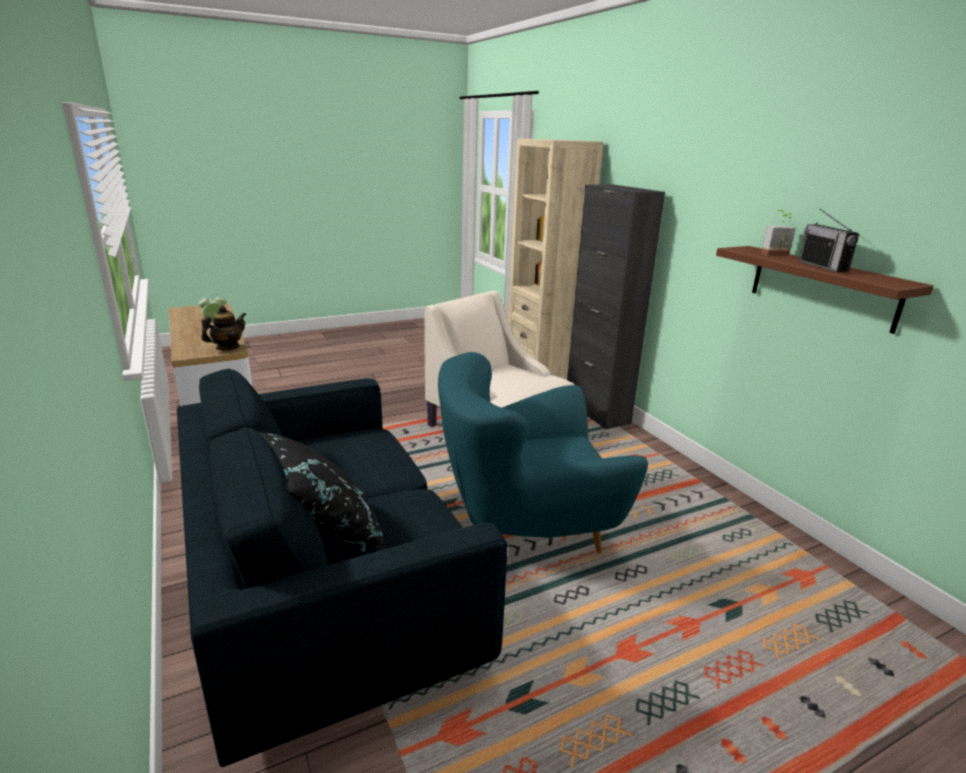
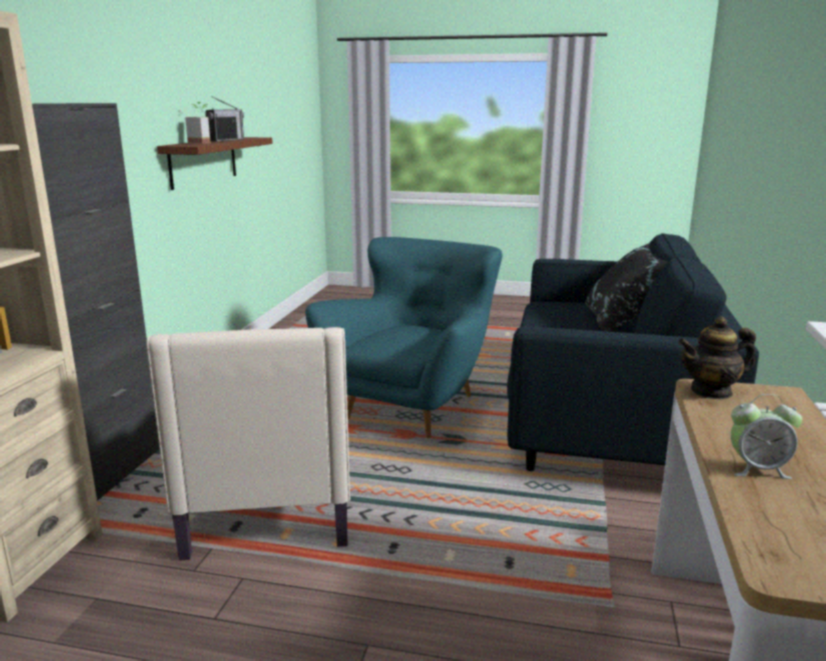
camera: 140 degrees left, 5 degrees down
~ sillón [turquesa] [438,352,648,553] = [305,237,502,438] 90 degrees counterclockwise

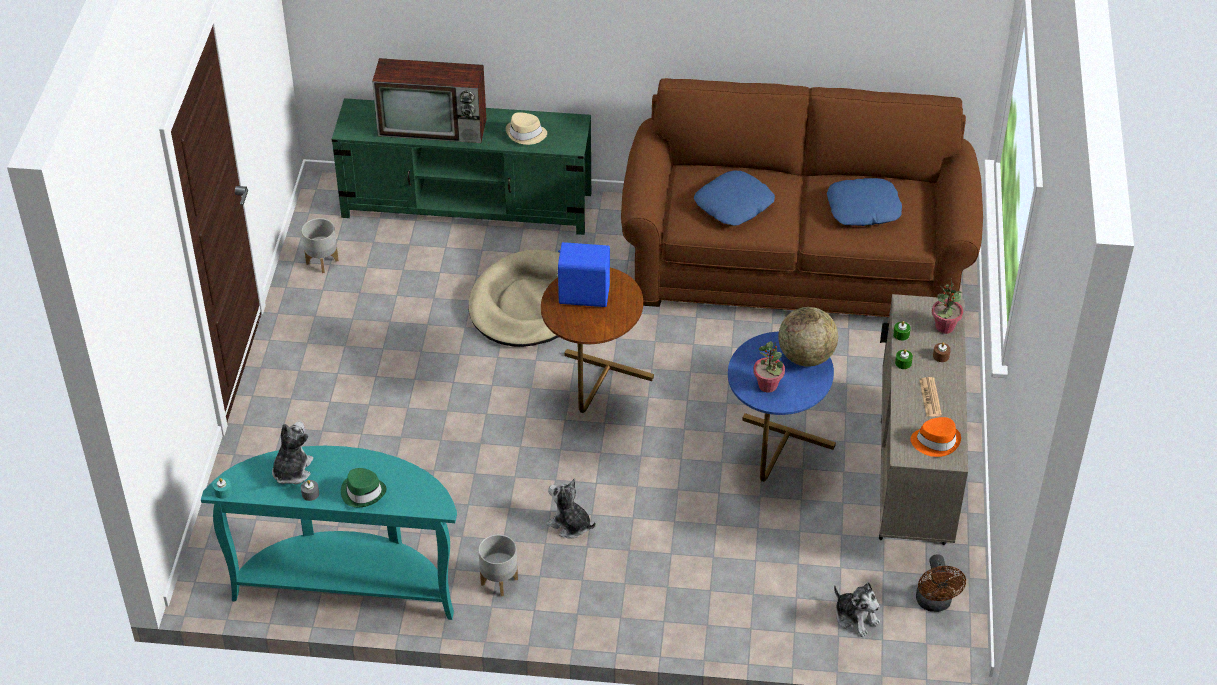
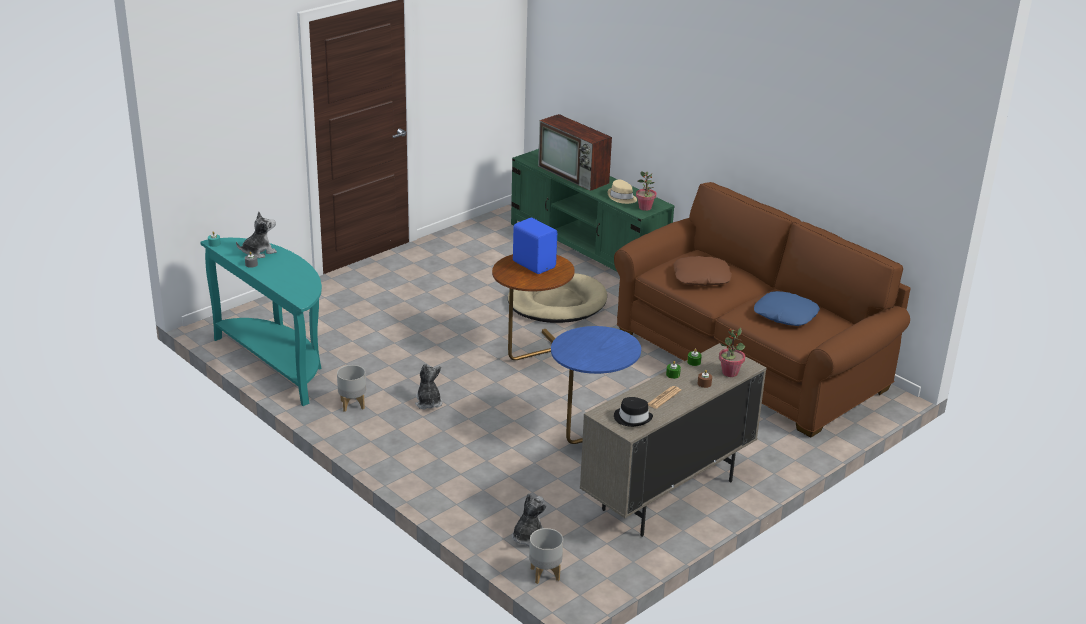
camera: 40 degrees right, 15 degrees down
~ peluche [834,582,880,637] = [512,493,546,547] 150 degrees counterclockwise
~ maceta [gris] [302,218,339,273] to [529,528,563,584]
~ sombrero [naranja] [910,417,961,457] to sombrero [negro] [614,397,653,427]
~ planta en maceta [753,341,785,393] to [636,171,656,211]
~ cojín [azul] [694,171,775,226] to cojín [marrón] [673,256,732,286]
- sombrero [verde] [341,468,386,507]
- globo terráqueo [778,307,838,367]
- ventilador [marrón] [916,554,966,612]

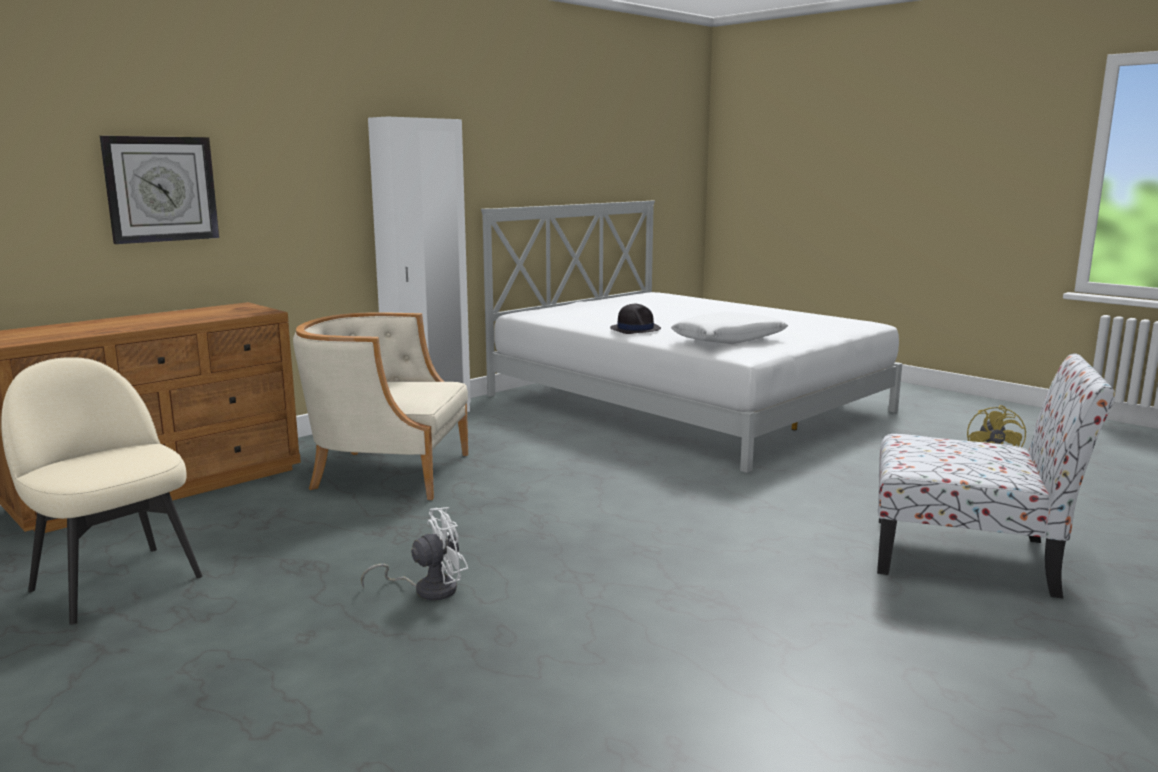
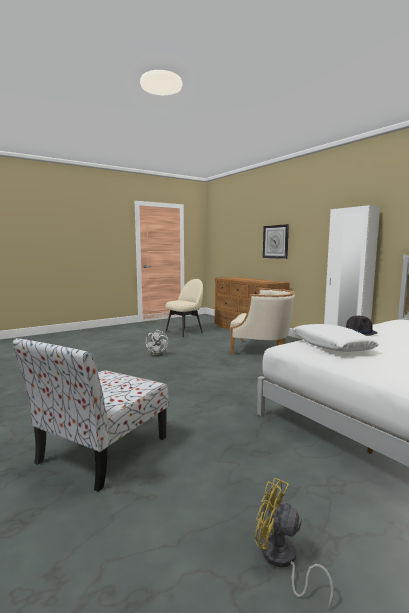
camera: 100 degrees right, 5 degrees down
~ sillón [beis] [293,312,468,500] = [230,288,295,355] 90 degrees clockwise

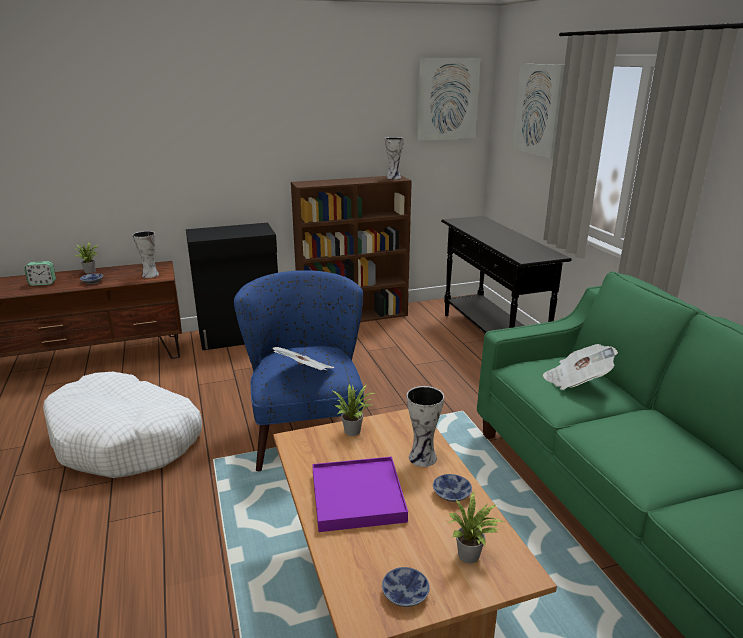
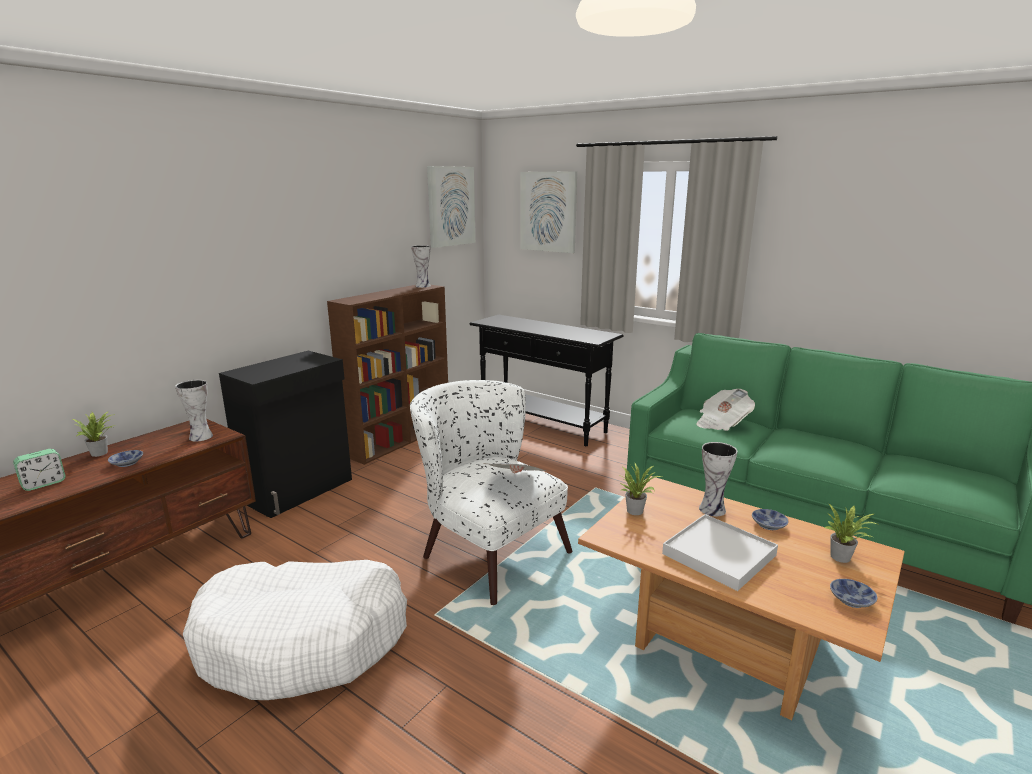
camera: 35 degrees left, 5 degrees down
~ sillón [azul] [234,270,364,471] to sillón [blanco] [410,380,573,605]
~ bandeja [morado] [312,457,408,532] to bandeja [blanco] [662,514,778,591]

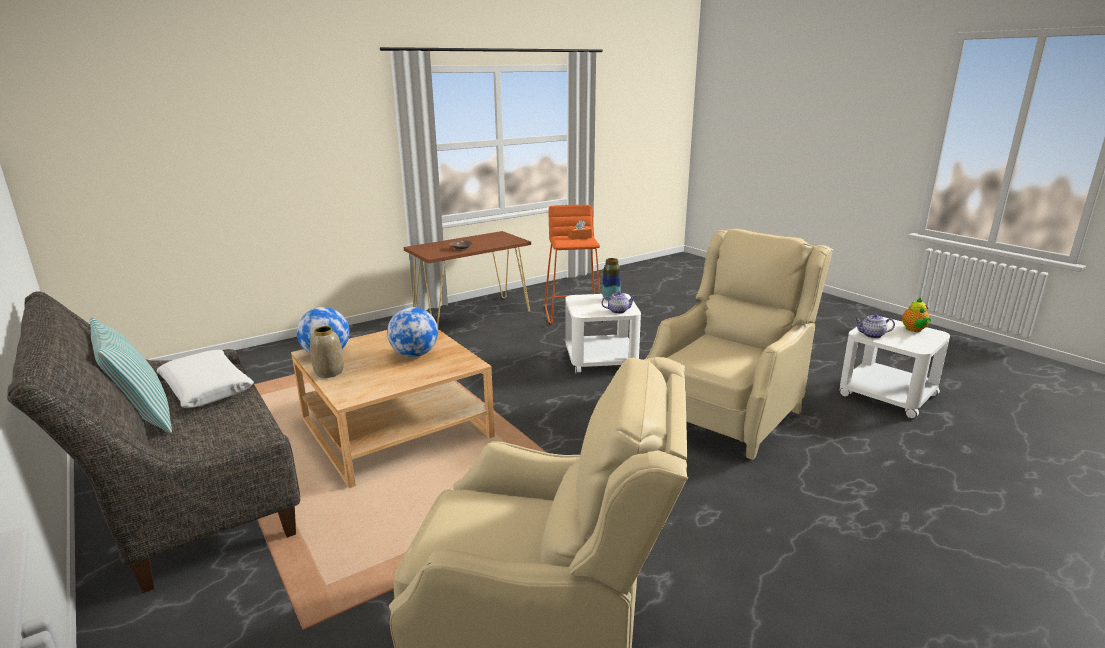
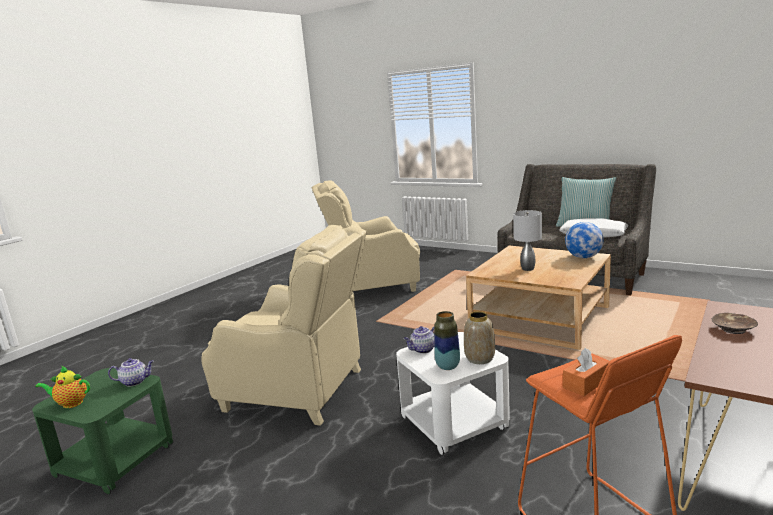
camera: 160 degrees right, 5 degrees down
~ mesa auxiliar [blanco] [840,317,950,419] to mesa auxiliar [verde] [32,368,173,494]
~ tetera [902,297,931,332] = [35,366,90,408] 75 degrees counterclockwise
~ sillón [beis] [646,228,834,460] = [201,225,367,426] 90 degrees counterclockwise
~ florero [310,326,344,378] to [464,311,495,364]
~ globo terráqueo [387,307,438,357] to lámpara de mesa [gris] [513,210,542,271]

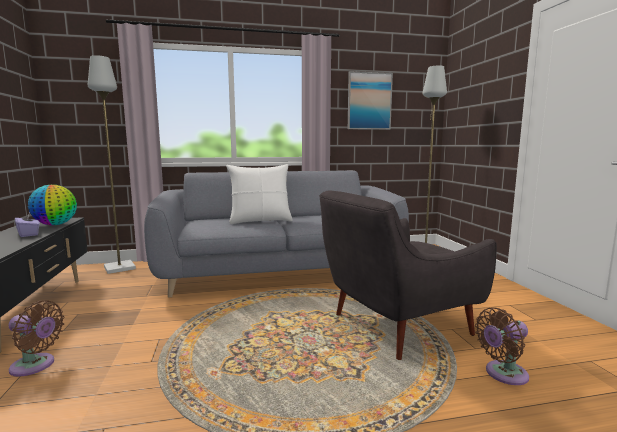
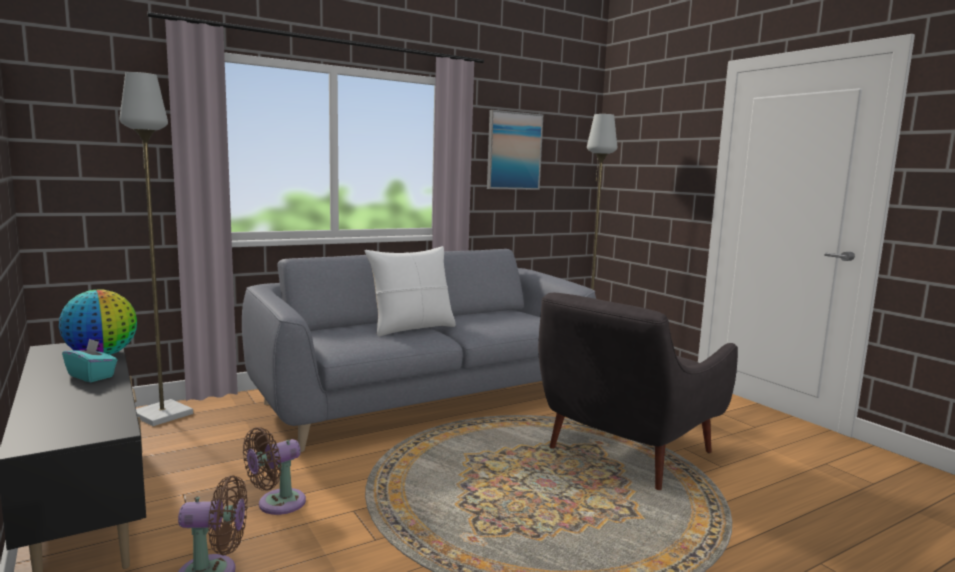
camera: 20 degrees left, 0 degrees up
~ caja de pañuelos [morado] [15,212,40,237] to caja de pañuelos [turquesa] [62,338,118,382]
~ ventilador [marrón] [475,307,529,385] to [243,427,306,515]

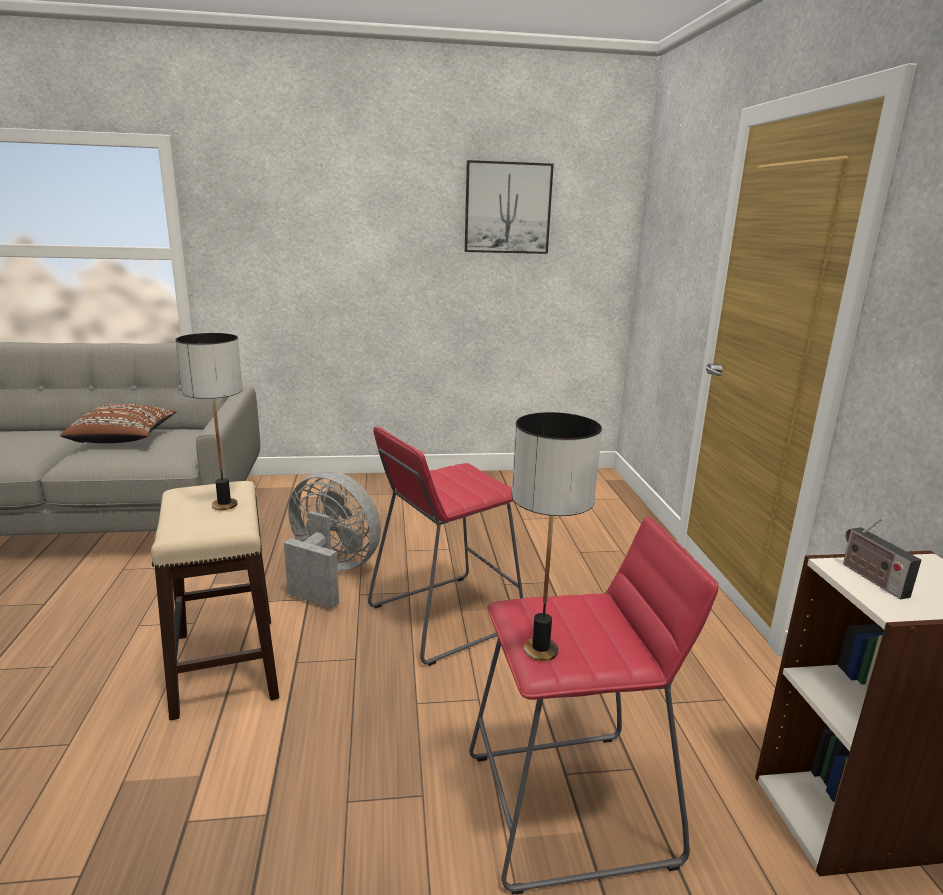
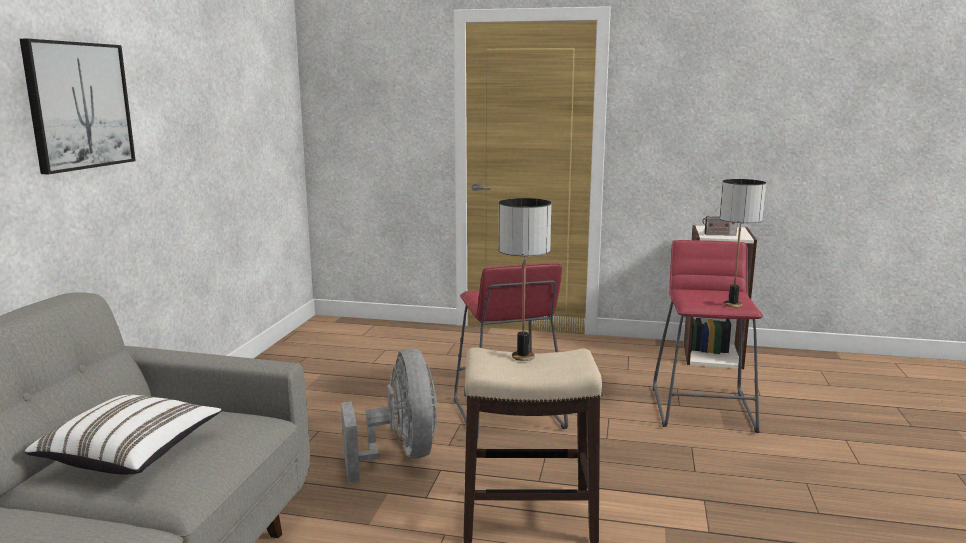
camera: 70 degrees left, 5 degrees down
~ cuadro [465,160,554,254] to [20,39,136,174]
~ cojín [marrón] [60,404,176,443] to cojín [blanco] [25,395,221,474]
~ ventilador [gris] [284,471,381,609] = [341,349,437,483] 120 degrees clockwise

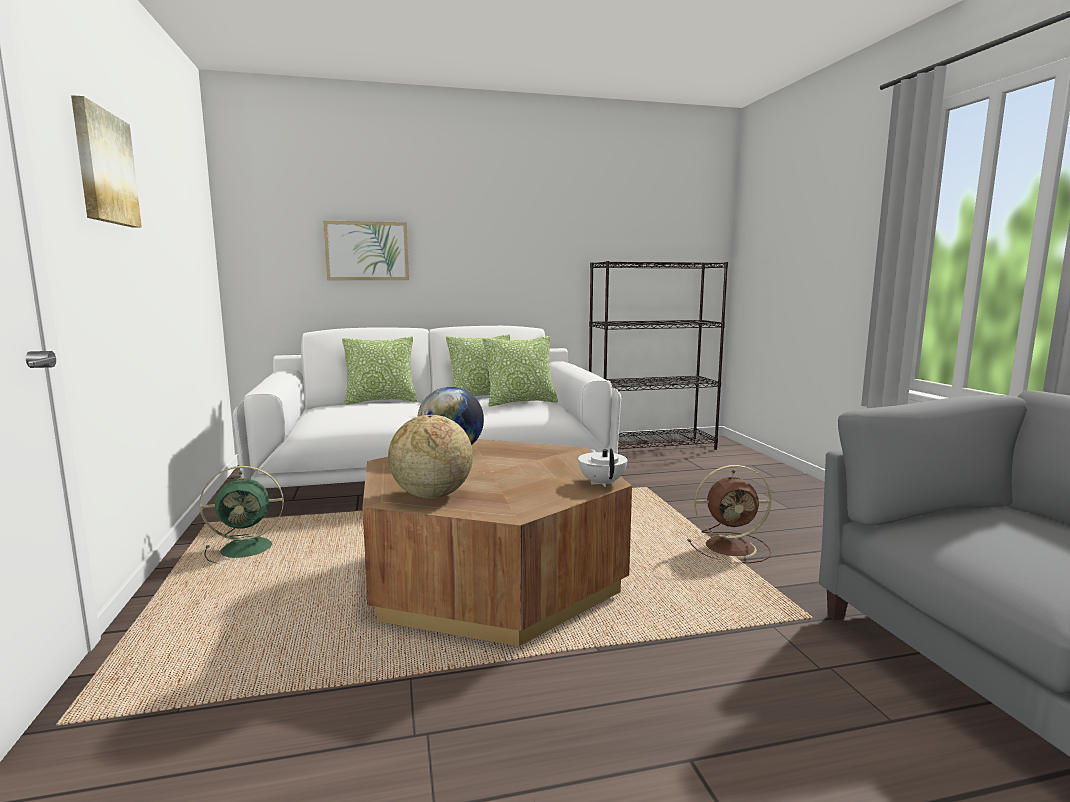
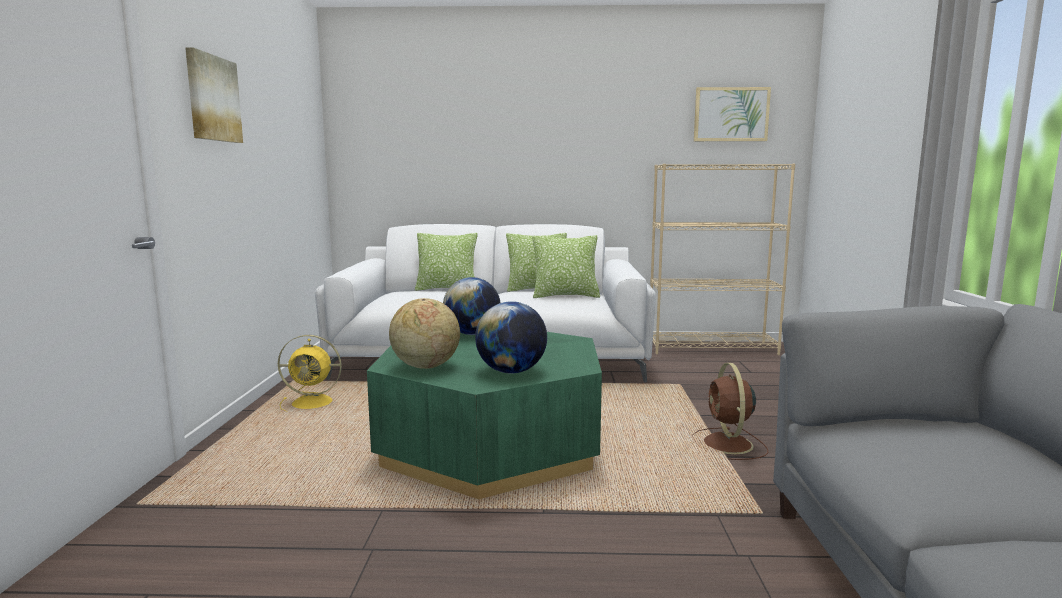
camera: 15 degrees right, 0 degrees up
~ ventilador [verde] [199,466,284,564] to ventilador [amarillo] [278,335,342,412]
~ mesa de centro [marrón] [362,439,632,646] to mesa de centro [verde] [367,332,602,499]
+ globo terráqueo [475,301,547,373]
~ estantería [negro] [589,261,728,450] to estantería [beis] [650,164,795,355]
~ ventilador [marrón] [687,465,772,563] = [692,363,768,460] 75 degrees clockwise
~ cuadro [323,221,409,280] to [694,87,771,141]
- tetera [blanco] [578,448,627,487]

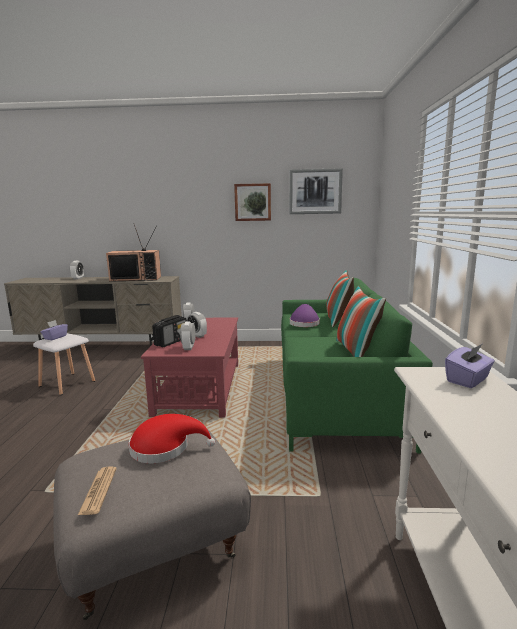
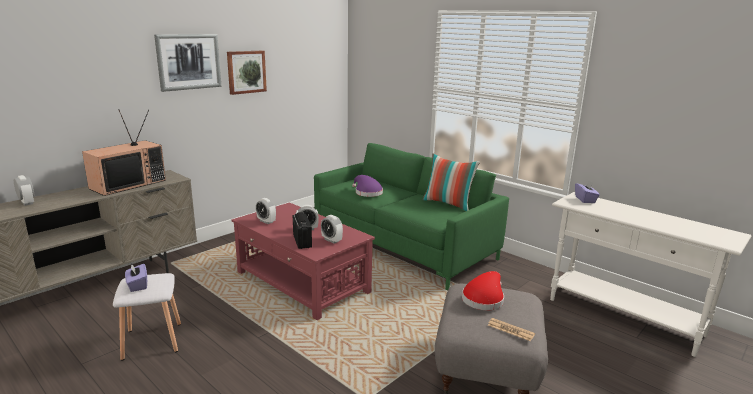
camera: 50 degrees left, 5 degrees up
~ cuadro [289,168,343,214] to [154,34,221,92]
- cojín [326,270,354,327]

